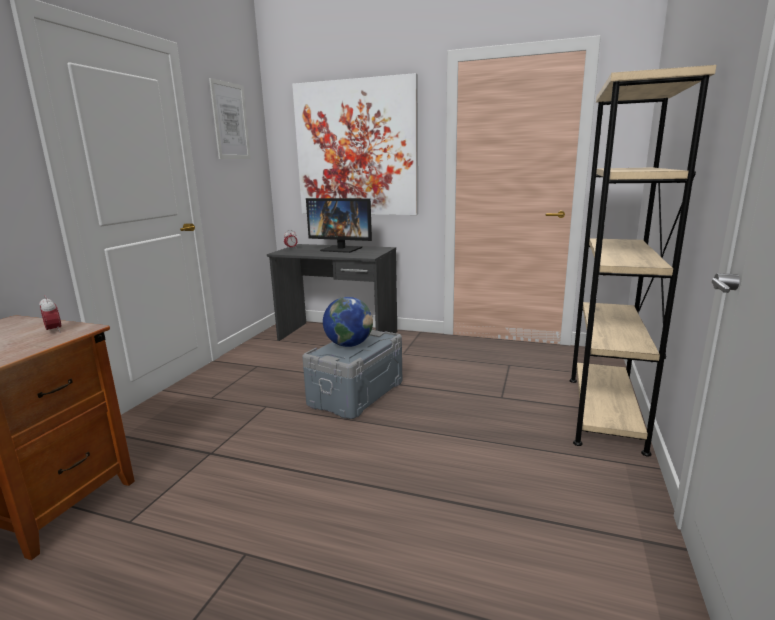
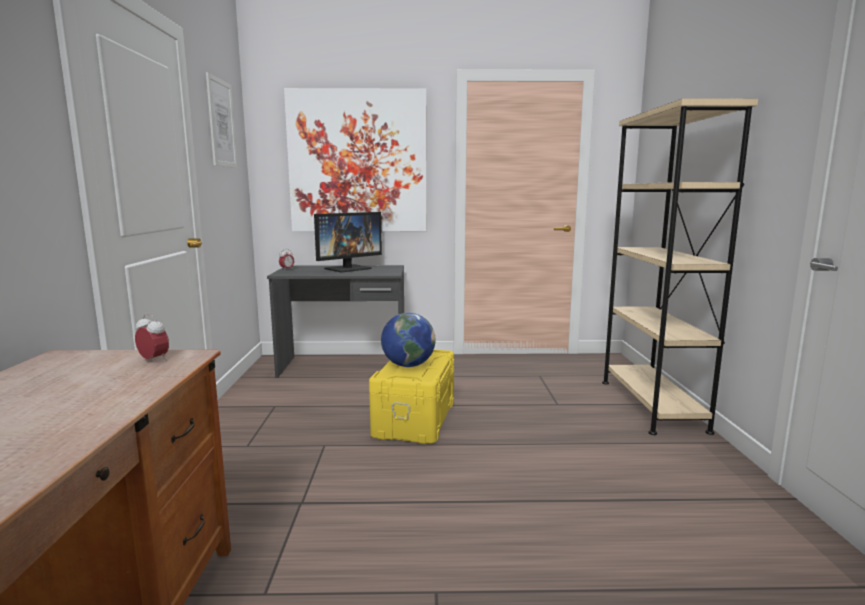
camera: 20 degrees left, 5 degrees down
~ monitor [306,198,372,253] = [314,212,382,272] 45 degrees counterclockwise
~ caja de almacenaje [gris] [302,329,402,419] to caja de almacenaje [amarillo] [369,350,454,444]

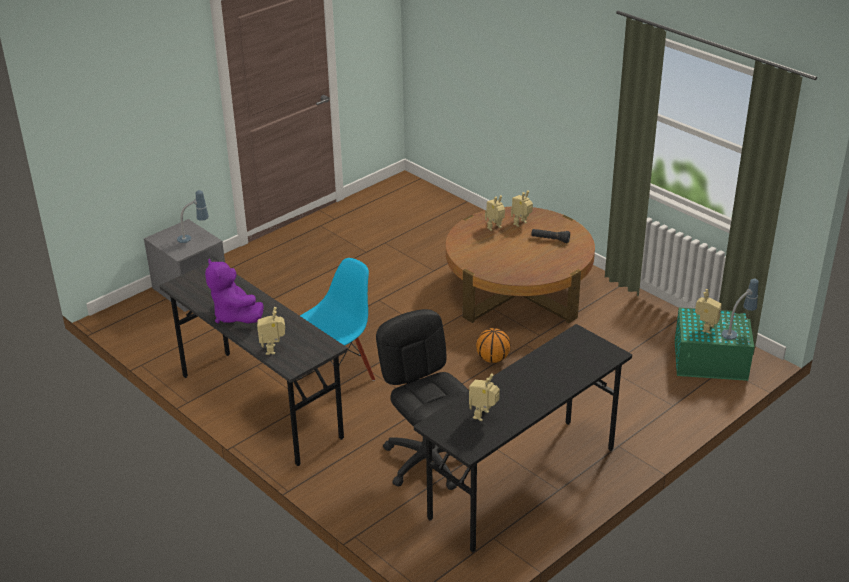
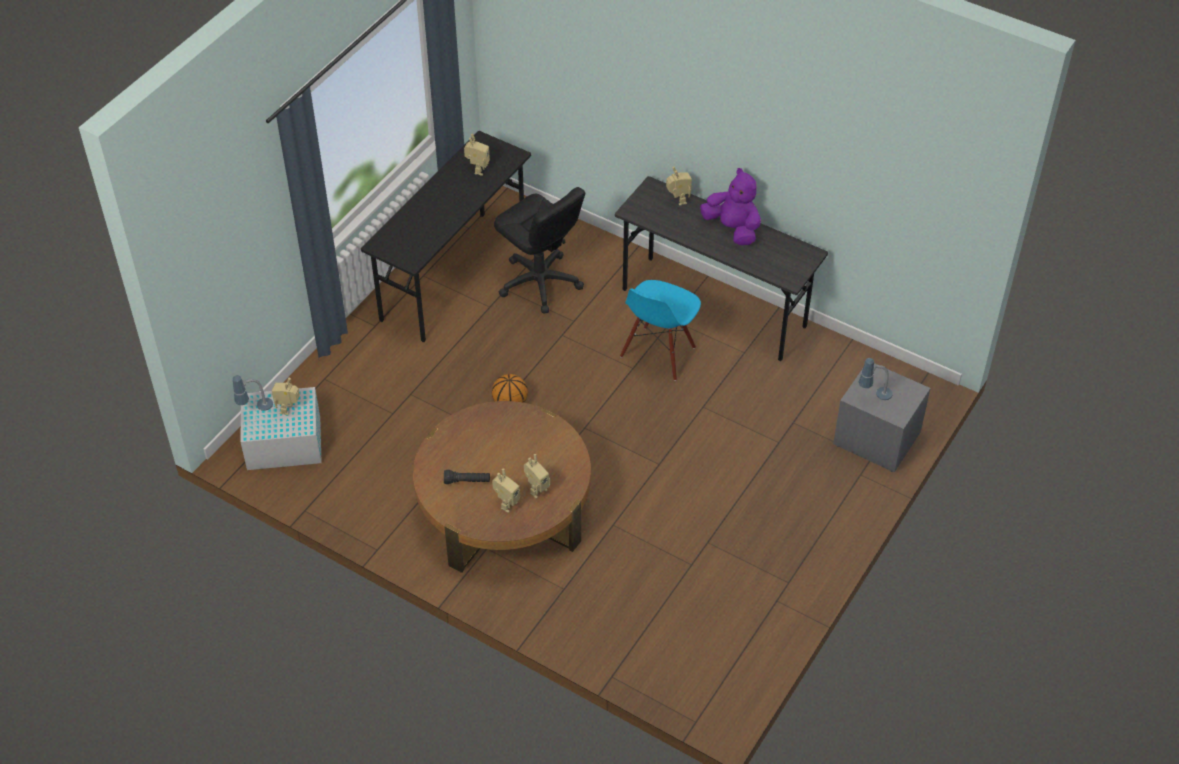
camera: 165 degrees right, 15 degrees up
~ caja de almacenaje [verde] [675,308,754,381] to caja de almacenaje [blanco] [240,387,322,470]

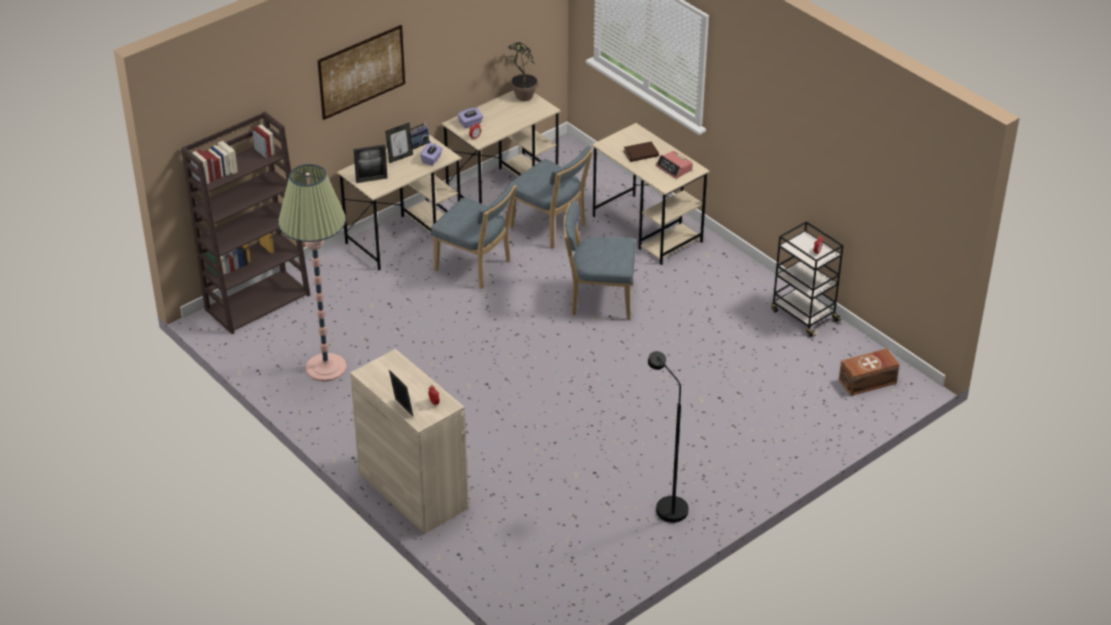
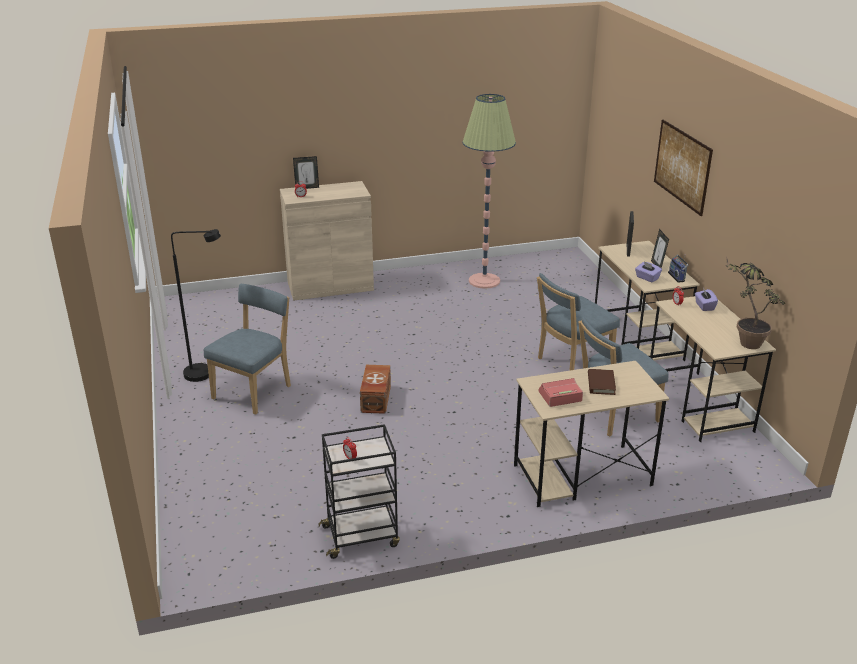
camera: 115 degrees right, 10 degrees down
~ silla [azul] [563,200,636,319] to [204,284,291,415]
~ caja de almacenaje [marrón] [839,348,900,396] to [360,365,391,414]
- estantería [marrón] [181,112,311,334]

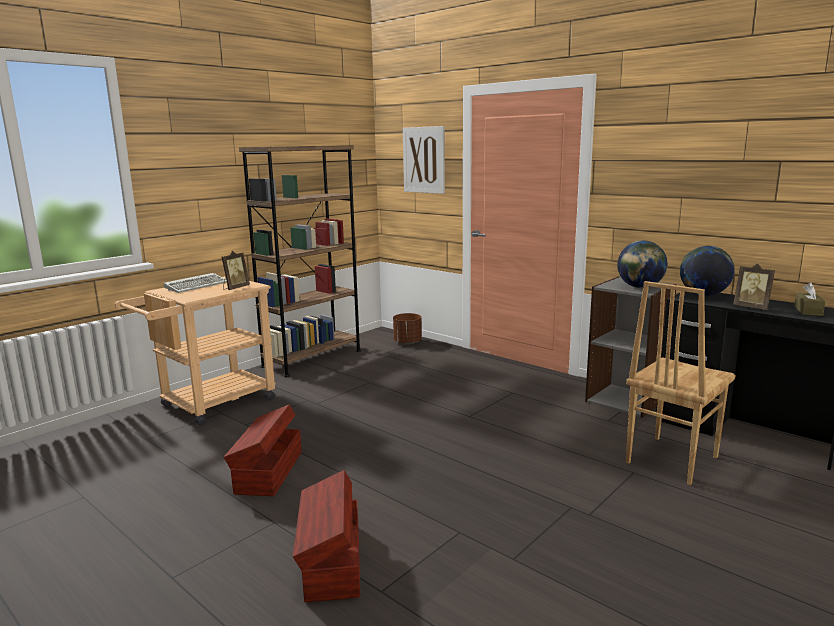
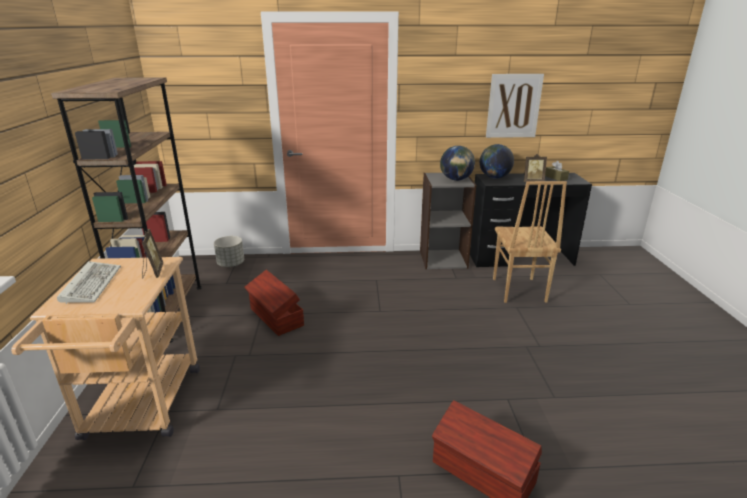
camera: 45 degrees left, 10 degrees up
~ maceta [marrón] [393,313,422,345] to maceta [gris] [214,236,244,267]
~ caja de almacenaje [marrón] [224,404,302,496] to [245,270,304,336]
~ cuadro [403,126,445,194] to [486,74,544,138]

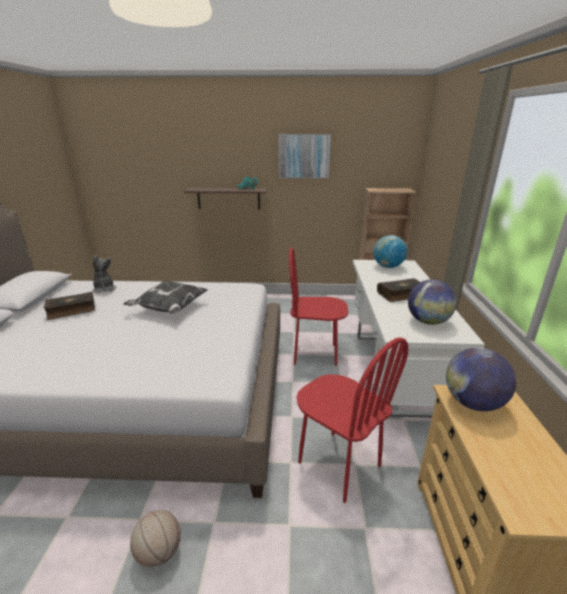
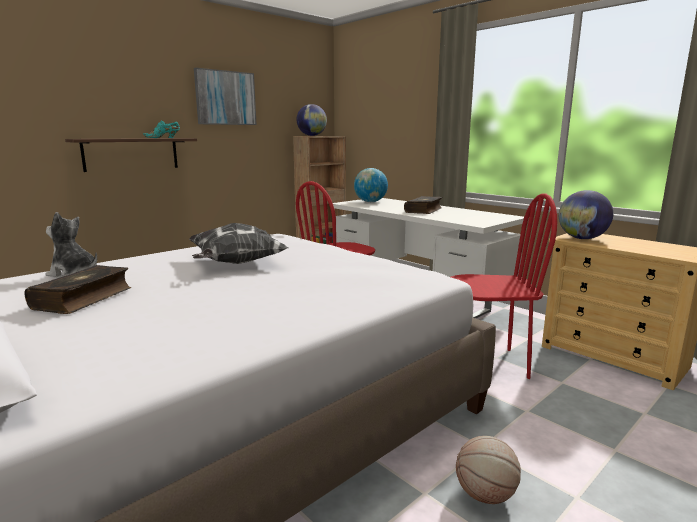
camera: 45 degrees left, 10 degrees down
~ globo terráqueo [408,279,457,325] to [296,104,327,136]

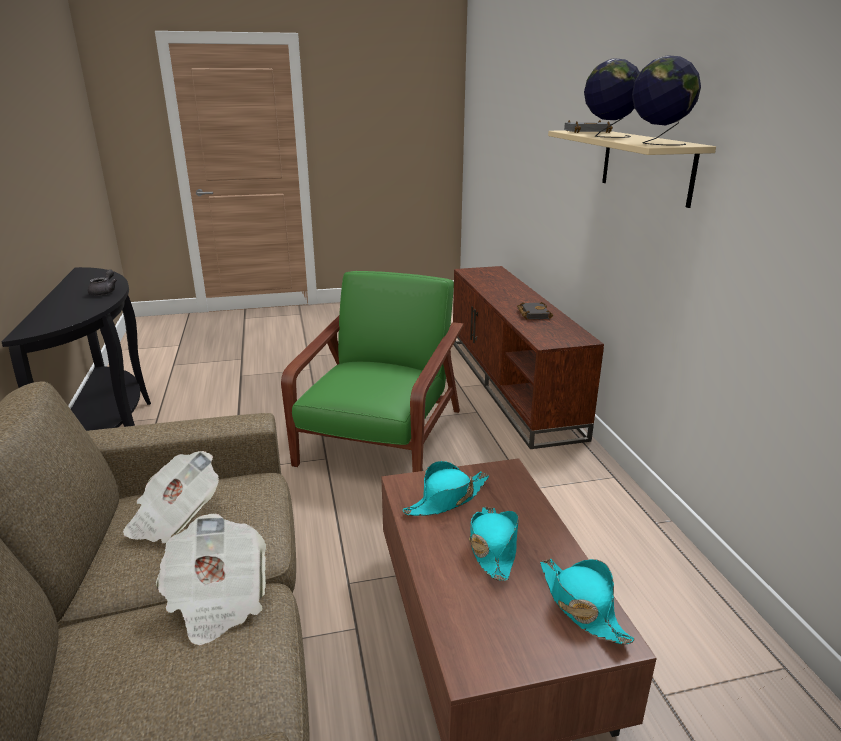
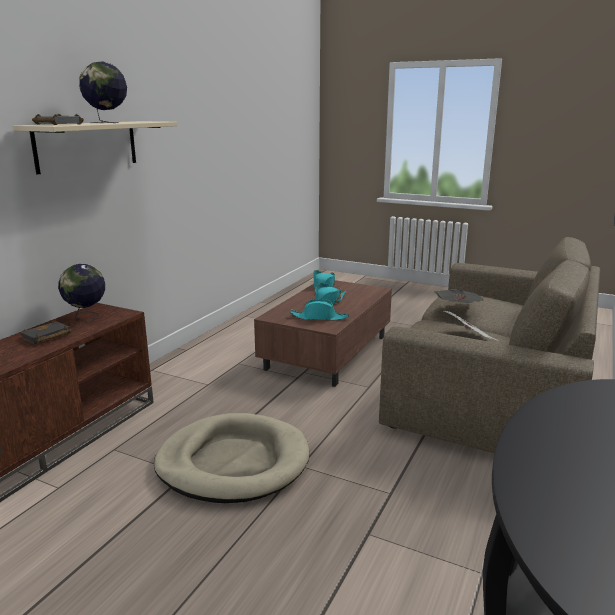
camera: 140 degrees left, 5 degrees down
~ globo terráqueo [632,55,701,145] to [58,264,105,321]
~ sillón [verde] [281,271,464,472] to cama para perro [beis] [154,413,309,503]
- tetera [gris] [88,269,117,296]

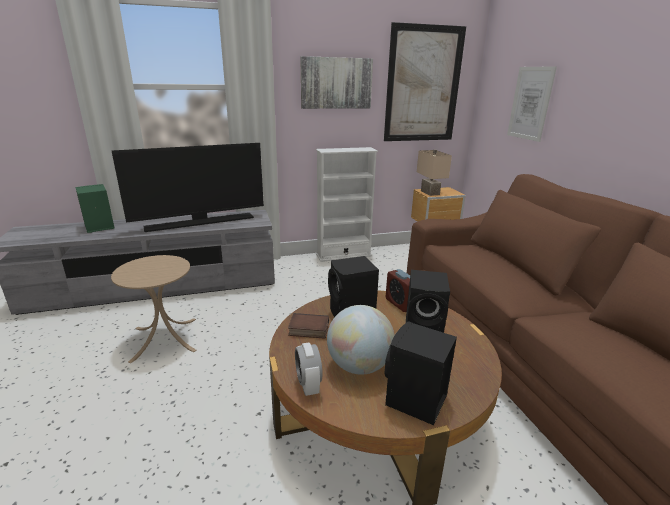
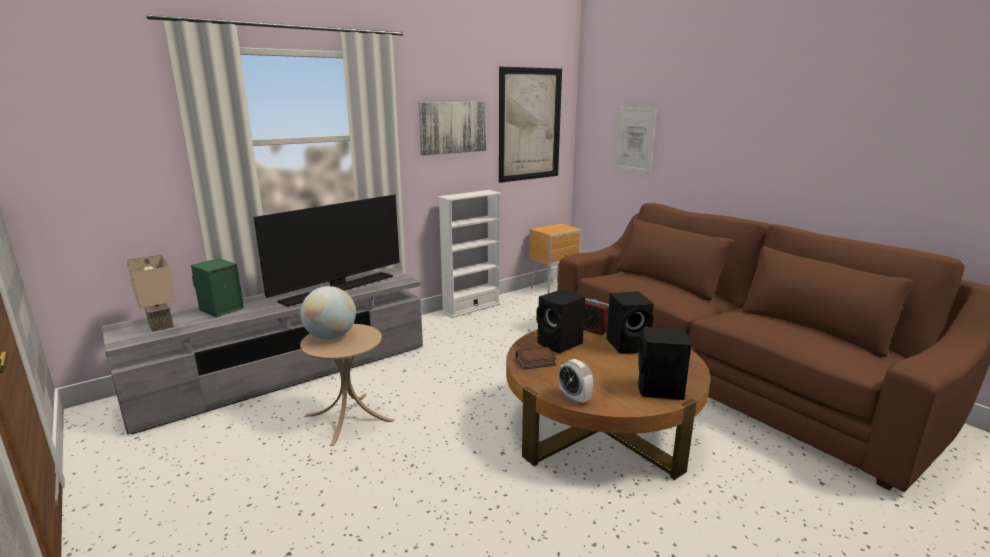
camera: 20 degrees left, 5 degrees down
~ lámpara de mesa [beis] [417,150,452,196] to [126,254,176,332]
~ globo terráqueo [327,305,395,375] to [300,286,356,340]

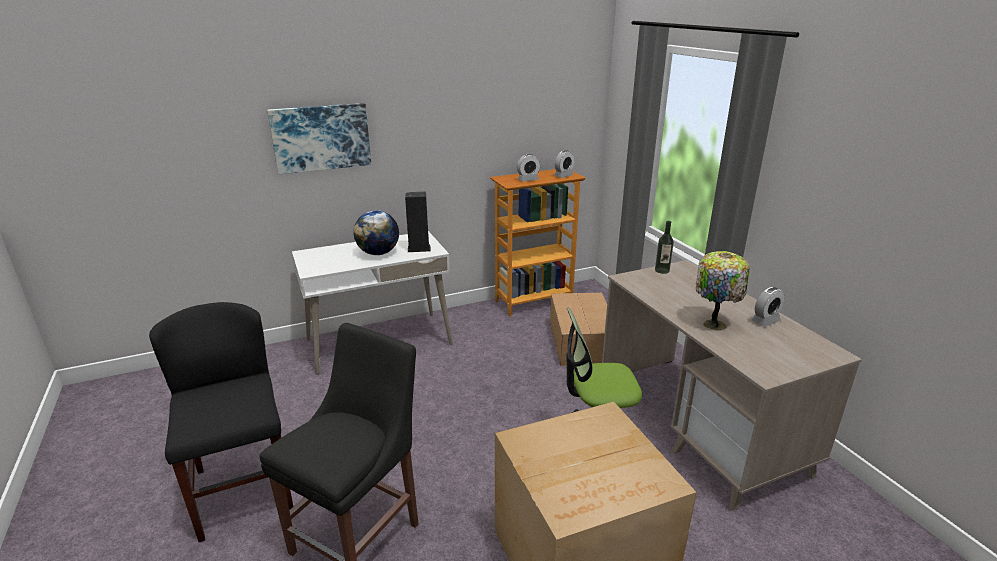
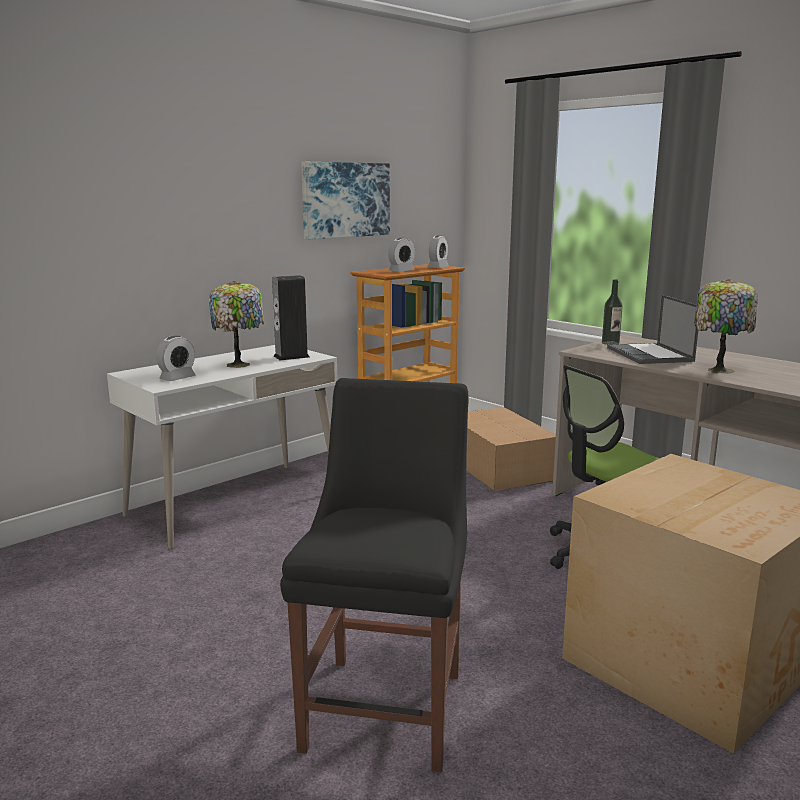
camera: 20 degrees left, 10 degrees down
~ despertador [751,287,784,327] to [156,336,196,381]
~ globo terráqueo [353,210,399,255] to lámpara de mesa [209,281,264,368]
~ cuadro [267,103,371,174] to [301,162,390,240]
+ portátil [607,295,698,364]
- silla [negro] [149,302,293,542]

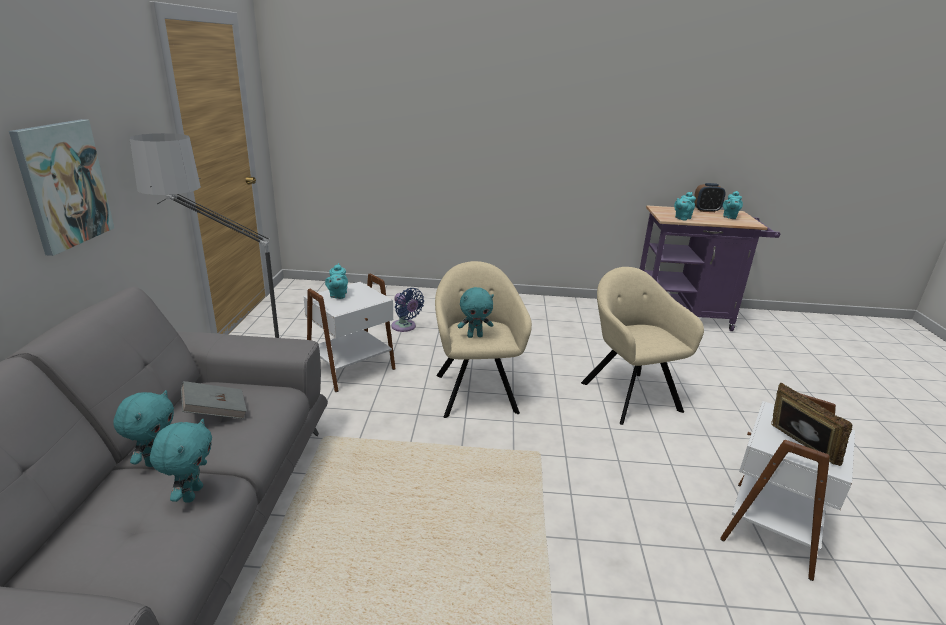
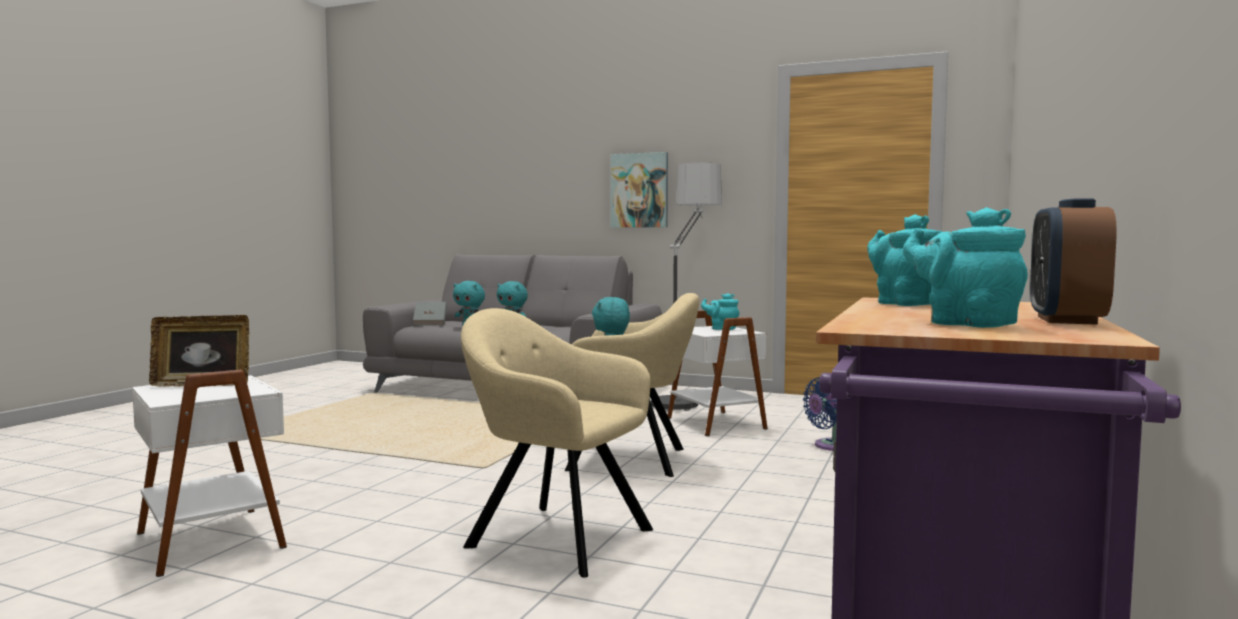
camera: 110 degrees right, 20 degrees down
~ libro [gris] [181,381,247,419] to [413,302,447,325]
~ sillón [beis] [581,267,704,425] = [461,308,653,578] 150 degrees counterclockwise

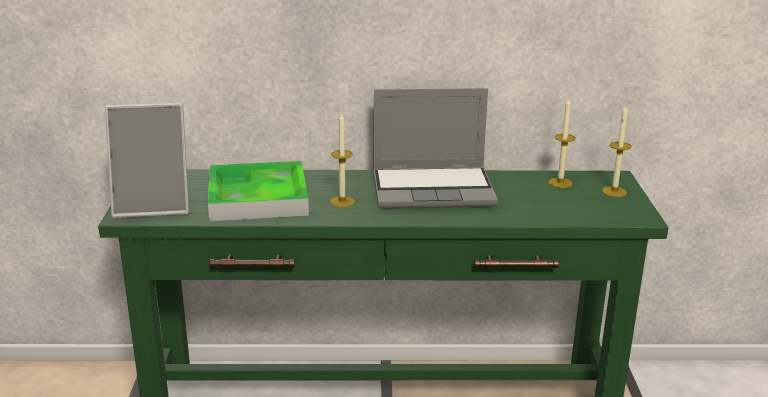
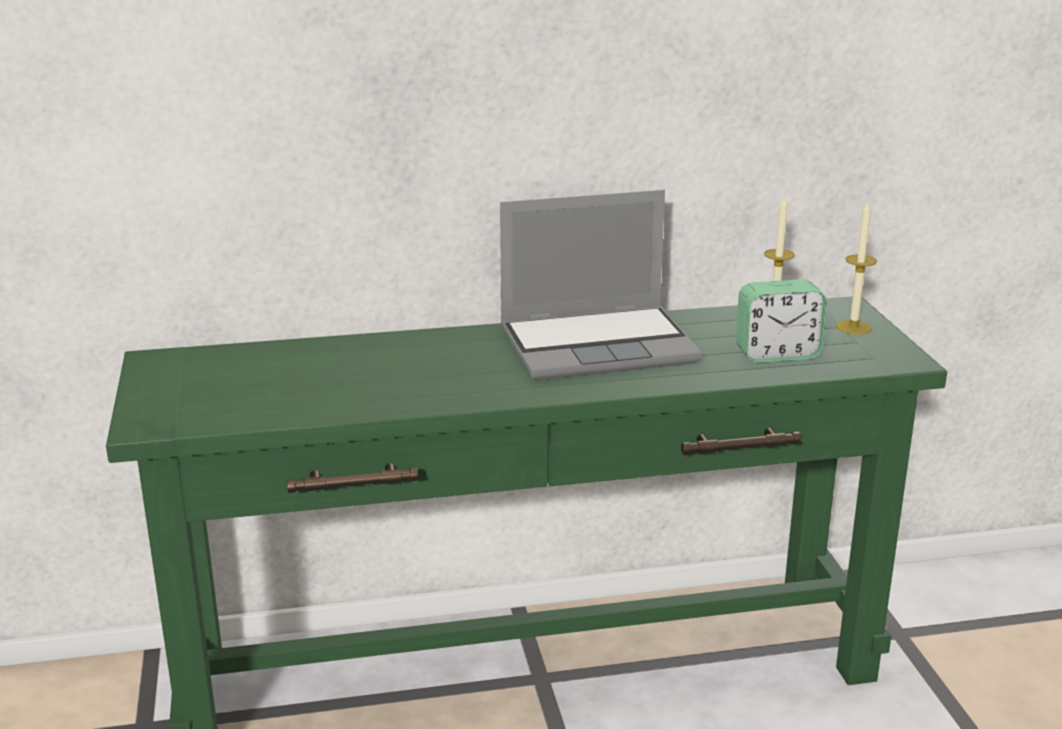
camera: 10 degrees left, 0 degrees up
+ despertador [736,279,827,363]
- portarretratos [105,103,189,218]
- bandeja [208,161,309,221]
- vela [330,112,355,207]

